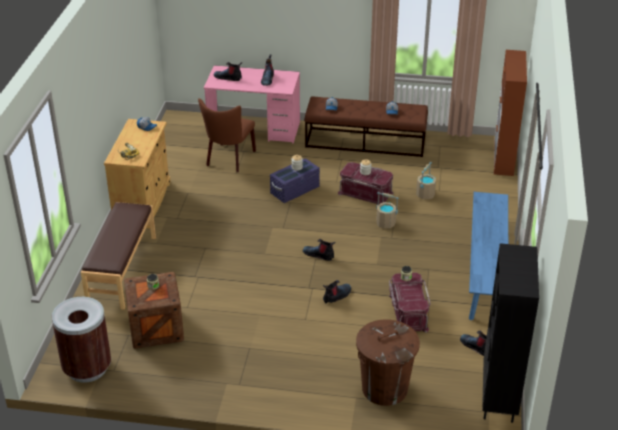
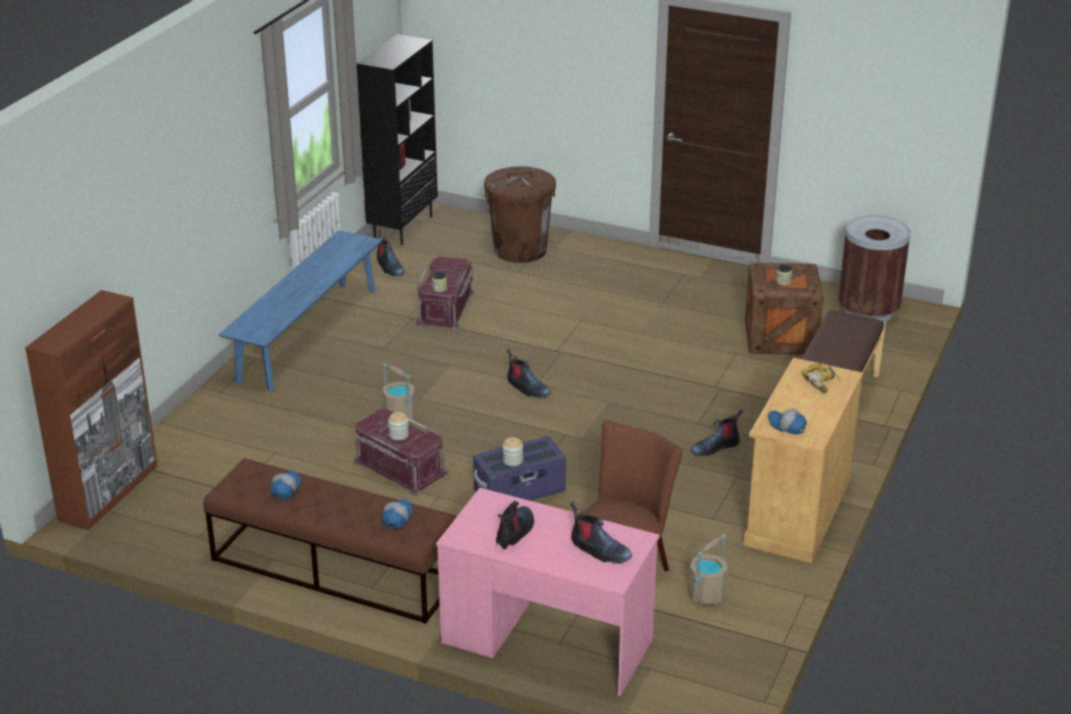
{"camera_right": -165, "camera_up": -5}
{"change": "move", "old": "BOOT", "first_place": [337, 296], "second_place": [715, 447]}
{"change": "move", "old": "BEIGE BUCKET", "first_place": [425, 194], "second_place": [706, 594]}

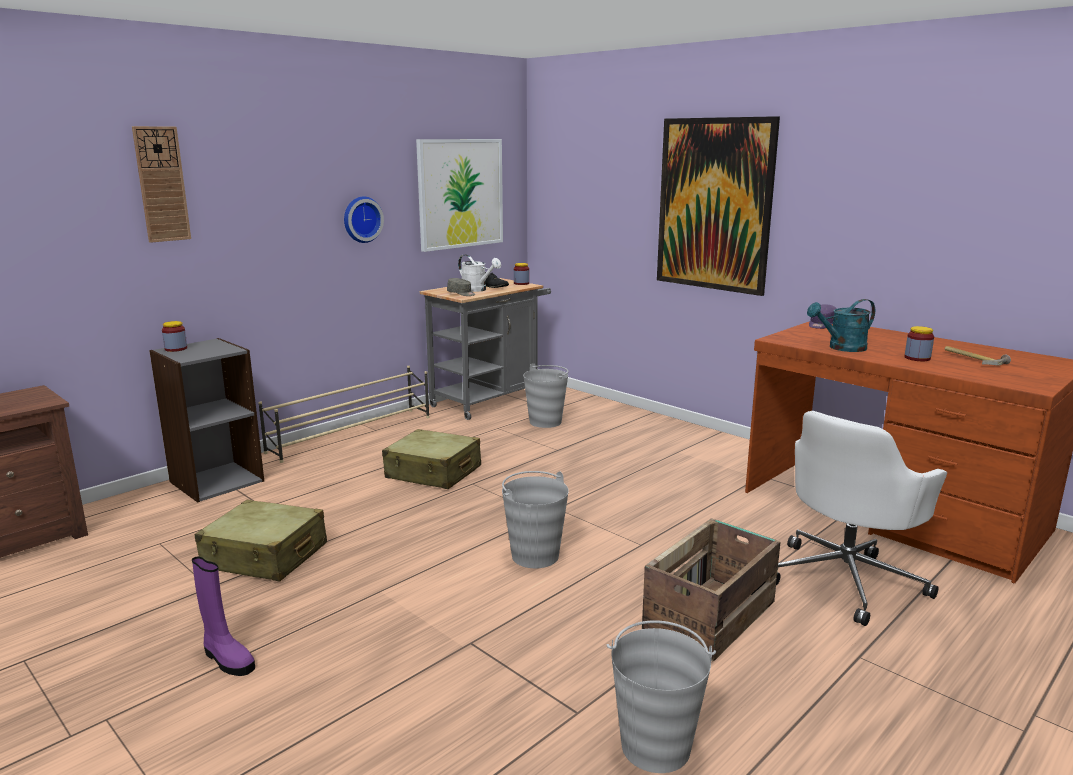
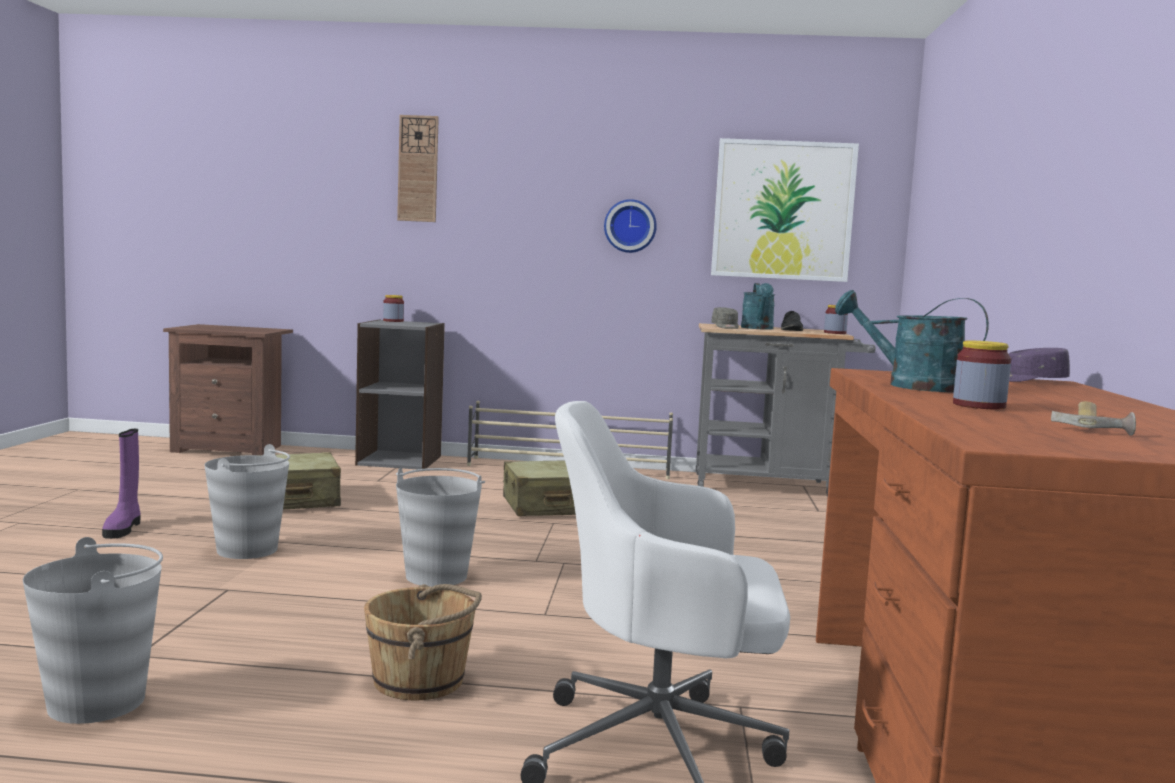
{"camera_right": 50, "camera_up": -10}
{"change": "recolor", "old": "WHITE WATERING CAN", "new": "TURQUOISE WATERING CAN", "first_place": [477, 290], "second_place": [758, 328]}
{"change": "move", "old": "GREY BUCKET", "first_place": [546, 422], "second_place": [247, 550]}
{"change": "replace", "old": "CRATE", "new": "BROWN BUCKET", "first_place": [711, 615], "second_place": [421, 681]}
{"change": "delete", "old": "PICTURE", "first_place": [714, 205]}

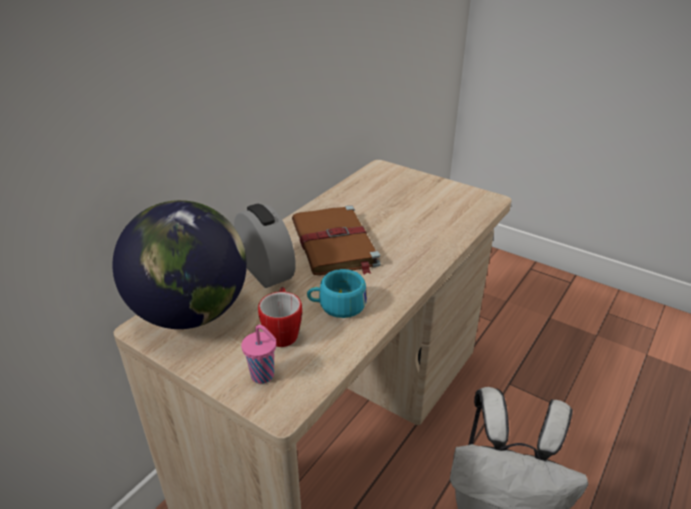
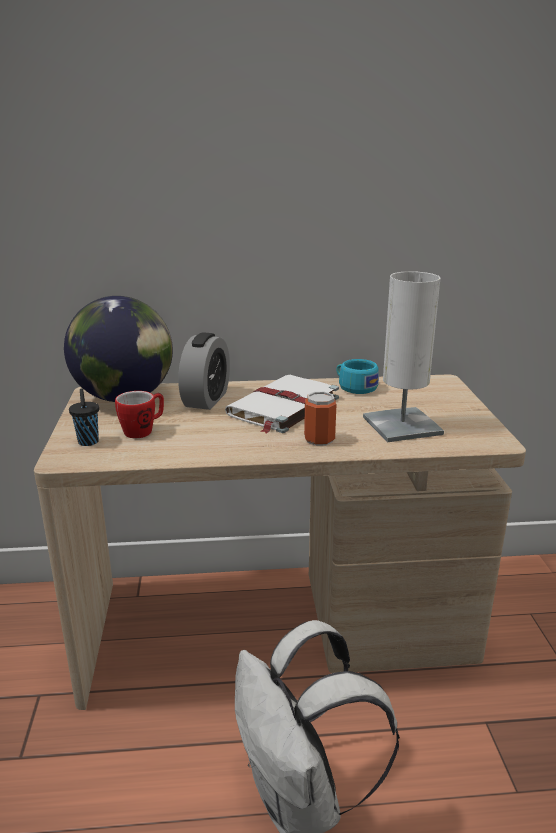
{"camera_right": 50, "camera_up": -10}
{"change": "recolor", "old": "PINK CUP", "new": "BLACK CUP", "first_place": [264, 376], "second_place": [88, 442]}
{"change": "recolor", "old": "BROWN BOOK", "new": "WHITE BOOK", "first_place": [334, 244], "second_place": [283, 407]}
{"change": "move", "old": "TURQUOISE CUP", "first_place": [337, 305], "second_place": [354, 387]}
{"change": "insert", "new": "CAN", "second_place": [319, 439]}
{"change": "insert", "new": "WHITE TABLE LAMP", "second_place": [402, 425]}

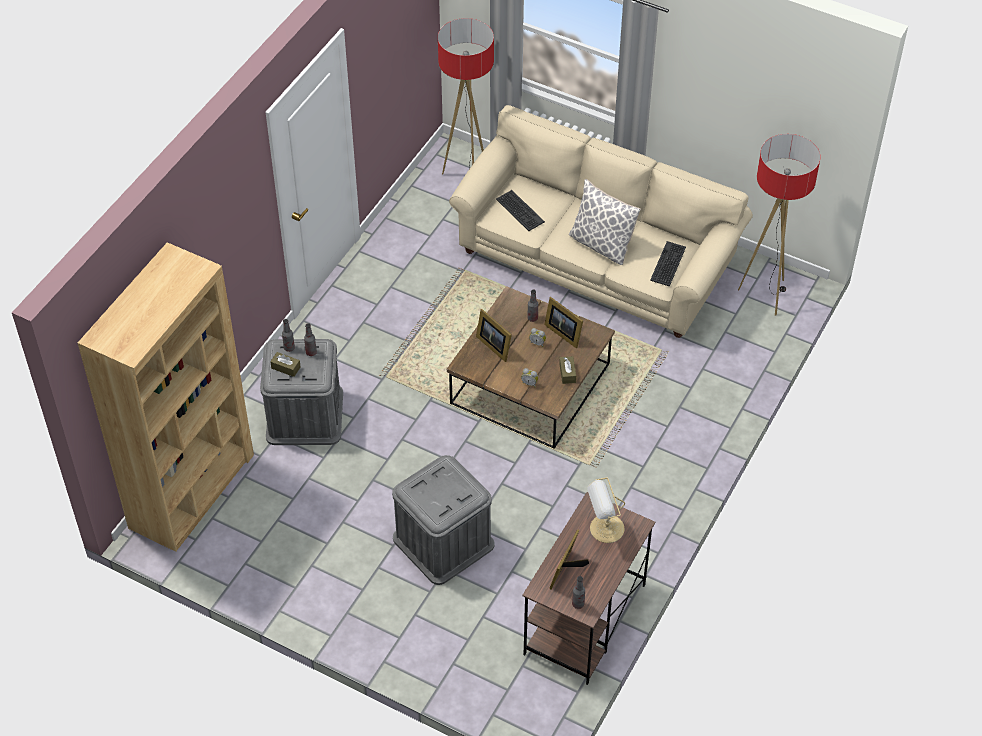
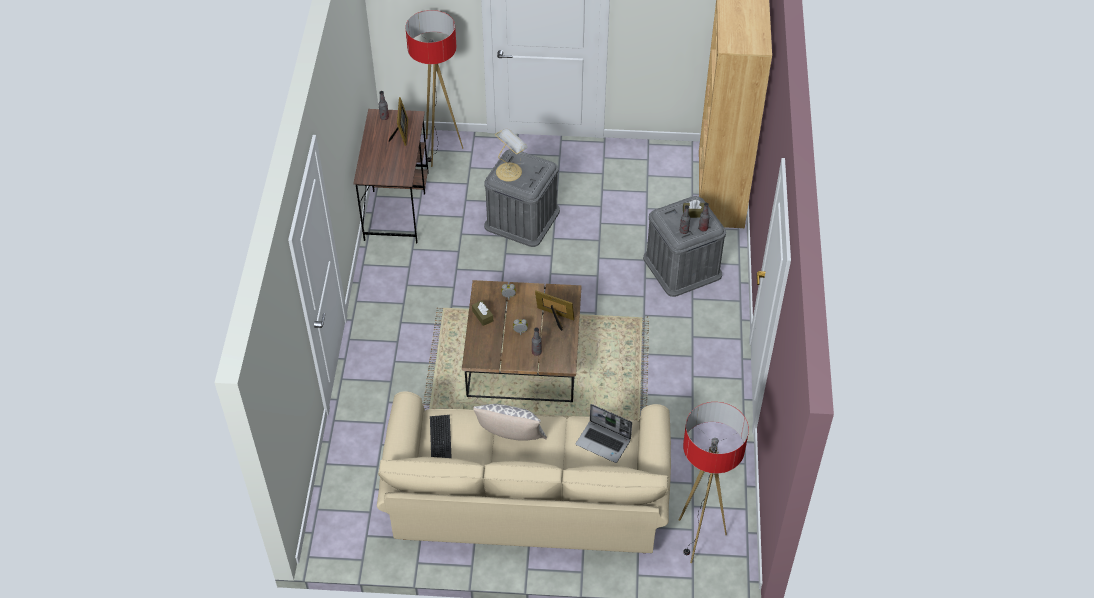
{"camera_right": 155, "camera_up": 0}
{"change": "replace", "old": "KEYBOARD", "new": "LAPTOP", "first_place": [519, 211], "second_place": [604, 442]}
{"change": "delete", "old": "PICTURE FRAME", "first_place": [563, 332]}
{"change": "move", "old": "TABLE LAMP", "first_place": [605, 529], "second_place": [510, 171]}
{"change": "move", "old": "FLOOR LAMP", "first_place": [766, 295], "second_place": [440, 151]}

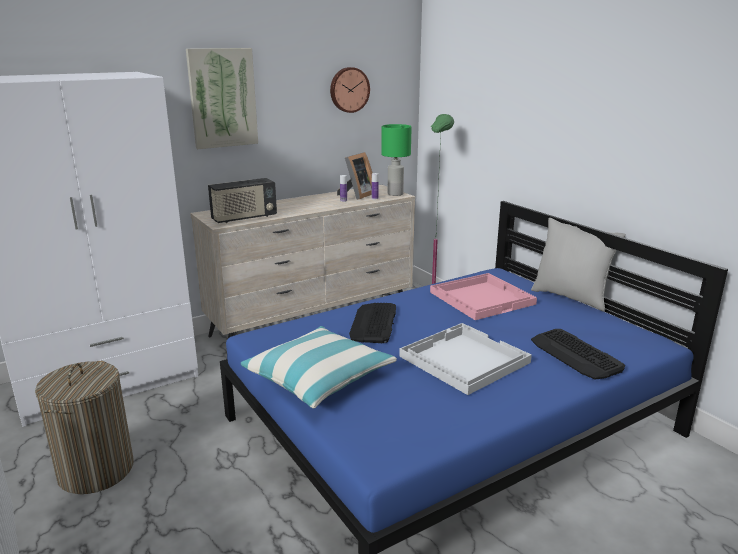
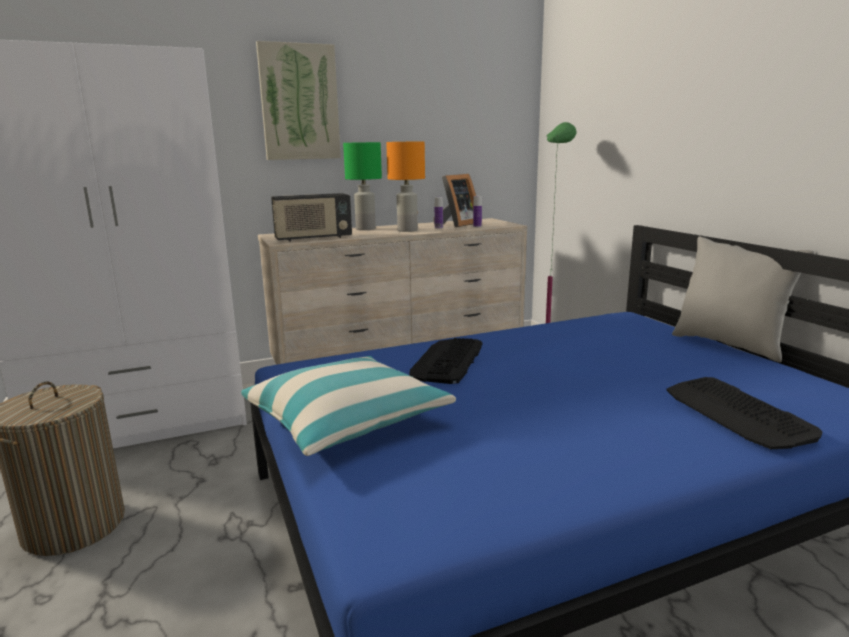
{"camera_right": 10, "camera_up": -5}
{"change": "delete", "old": "WALL CLOCK", "first_place": [349, 90]}
{"change": "move", "old": "GREEN TABLE LAMP", "first_place": [394, 194], "second_place": [365, 229]}
{"change": "delete", "old": "WHITE TRAY", "first_place": [462, 359]}
{"change": "delete", "old": "PINK TRAY", "first_place": [482, 297]}
{"change": "insert", "new": "ORANGE TABLE LAMP", "second_place": [407, 230]}

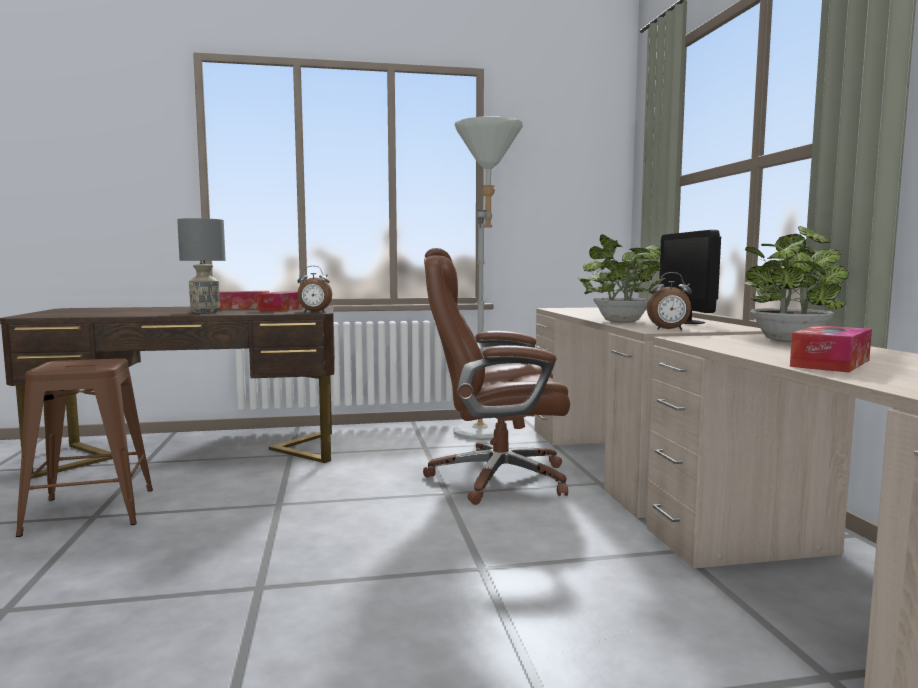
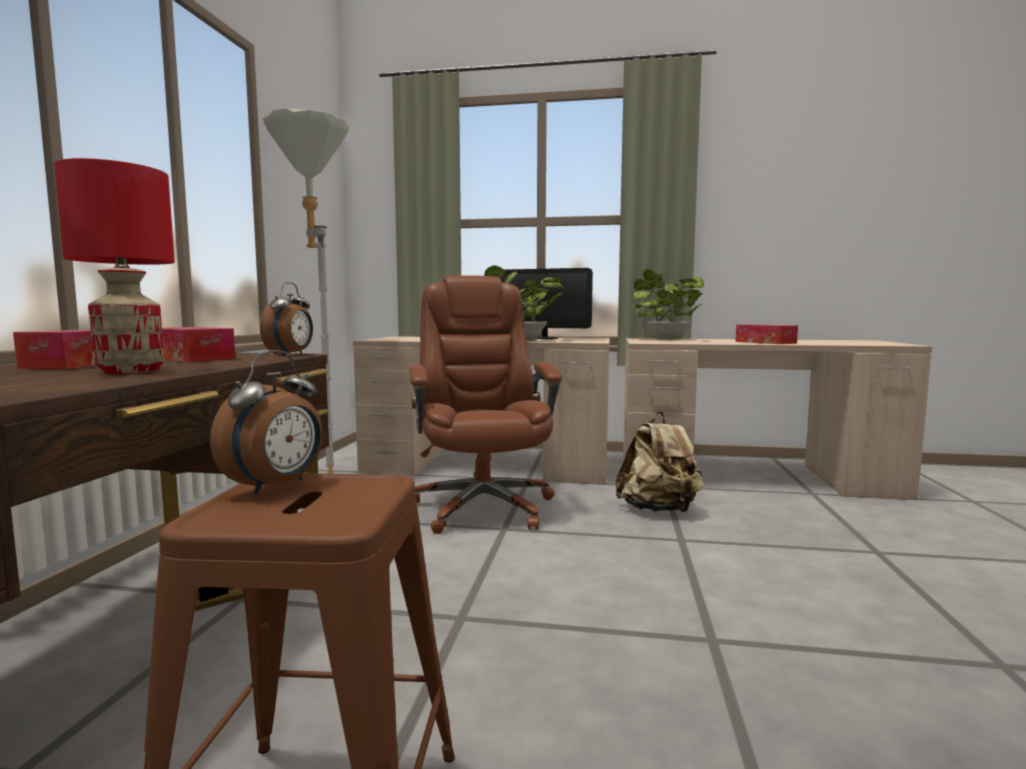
{"camera_right": -70, "camera_up": 0}
{"change": "recolor", "old": "GREY TABLE LAMP", "new": "RED TABLE LAMP", "first_place": [205, 312], "second_place": [130, 371]}
{"change": "rotate", "old": "BROWN OFFICE CHAIR", "first_place": [495, 478], "second_place": [482, 506], "degrees": 150}
{"change": "move", "old": "ALARM CLOCK", "first_place": [669, 329], "second_place": [277, 486]}
{"change": "insert", "new": "BEIGE BACKPACK", "second_place": [658, 510]}

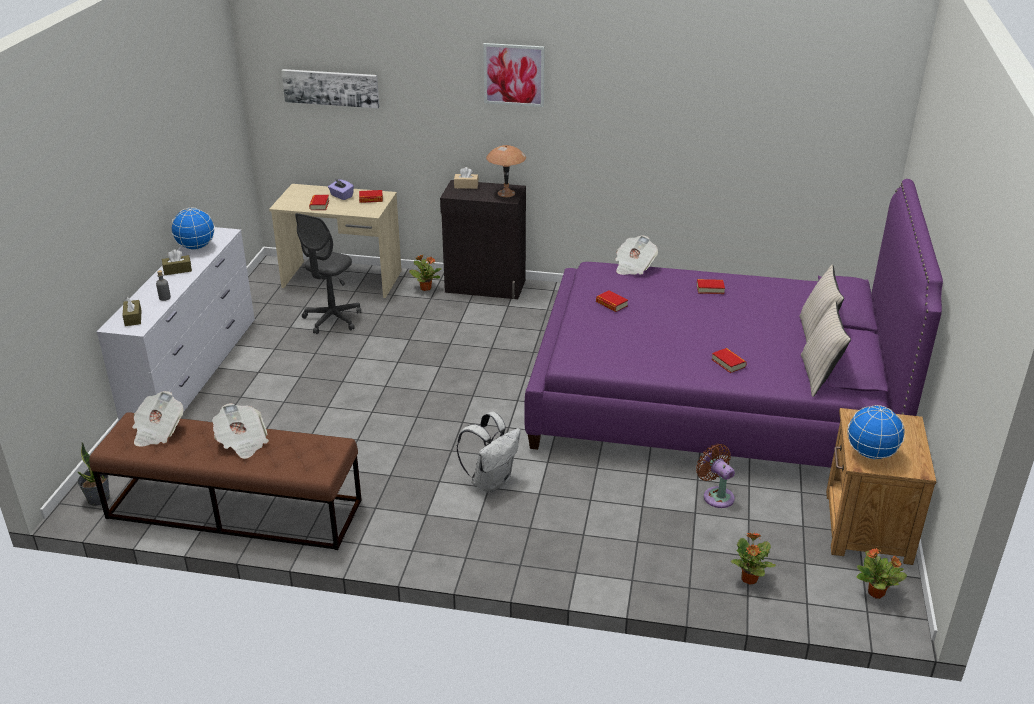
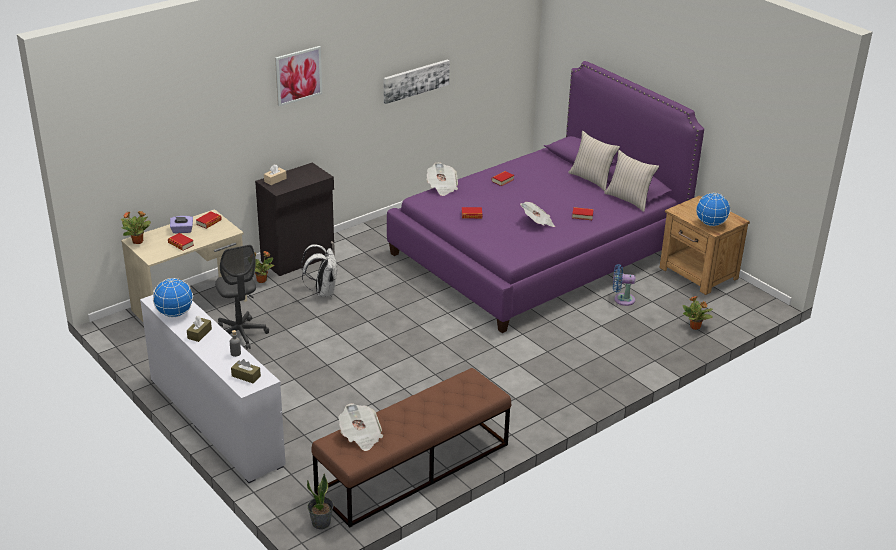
{"camera_right": -50, "camera_up": 0}
{"change": "move", "old": "NEWSPAPER", "first_place": [242, 442], "second_place": [537, 223]}
{"change": "move", "old": "PICTURE", "first_place": [331, 88], "second_place": [415, 80]}
{"change": "move", "old": "WHITE BACKPACK", "first_place": [491, 481], "second_place": [323, 292]}
{"change": "delete", "old": "BROWN TABLE LAMP", "first_place": [506, 193]}
{"change": "recolor", "old": "BROWN FAN", "new": "BLUE FAN", "first_place": [716, 495], "second_place": [622, 299]}
{"change": "move", "old": "POTTED PLANT", "first_place": [876, 593], "second_place": [138, 241]}

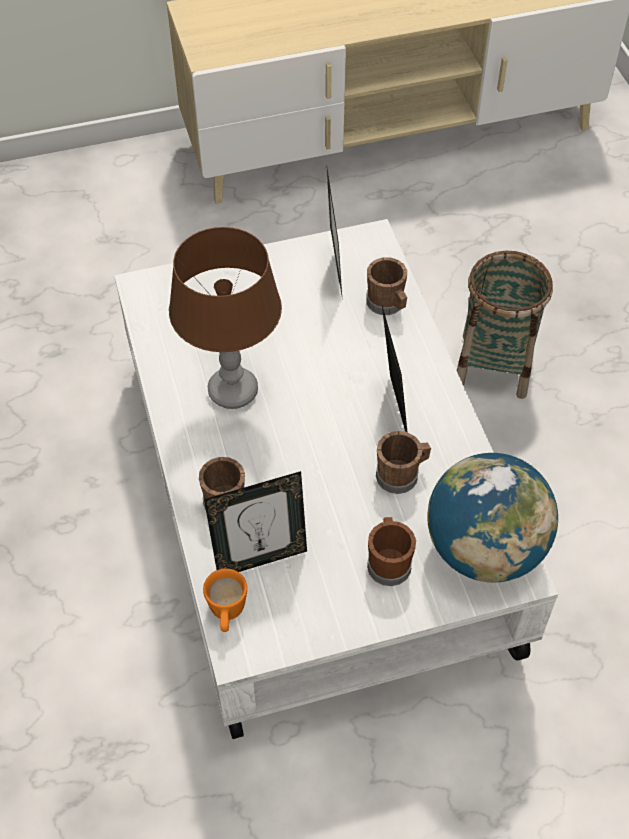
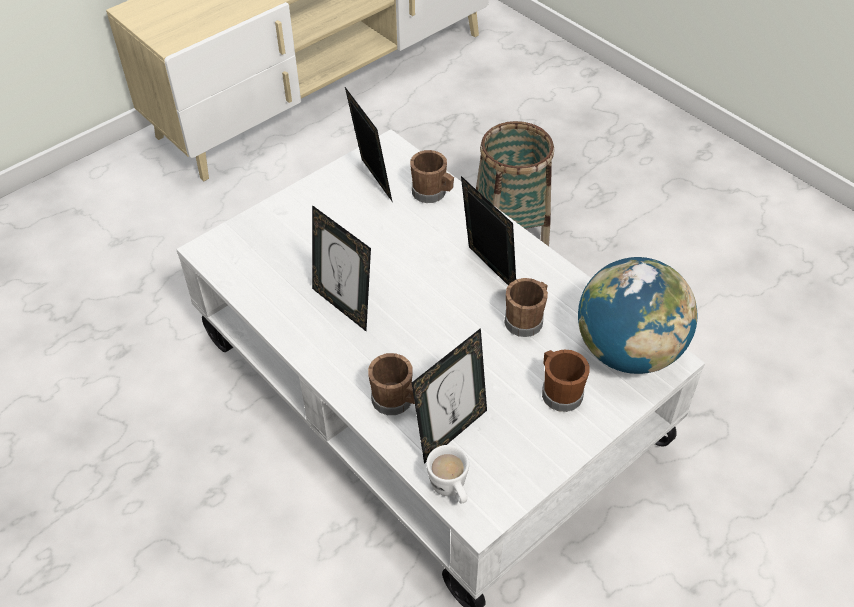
{"camera_right": -25, "camera_up": -5}
{"change": "replace", "old": "BROWN TABLE LAMP", "new": "PICTURE FRAME", "first_place": [233, 391], "second_place": [343, 306]}
{"change": "recolor", "old": "ORANGE MUG", "new": "WHITE MUG", "first_place": [227, 614], "second_place": [450, 490]}

